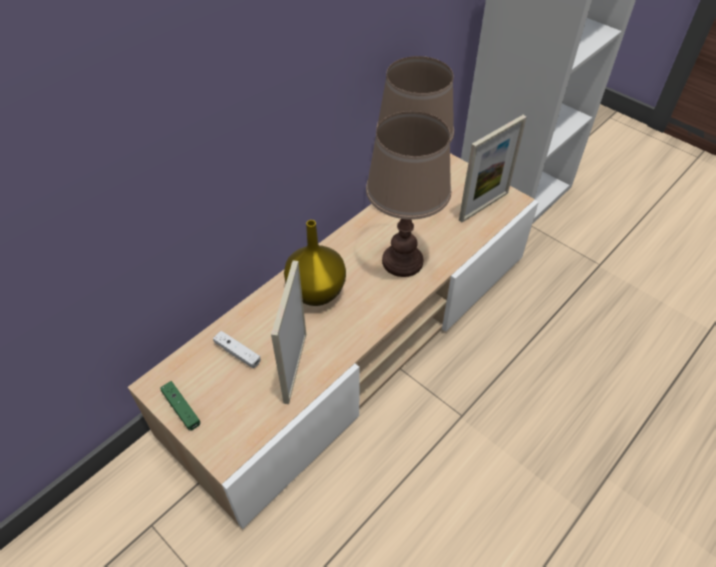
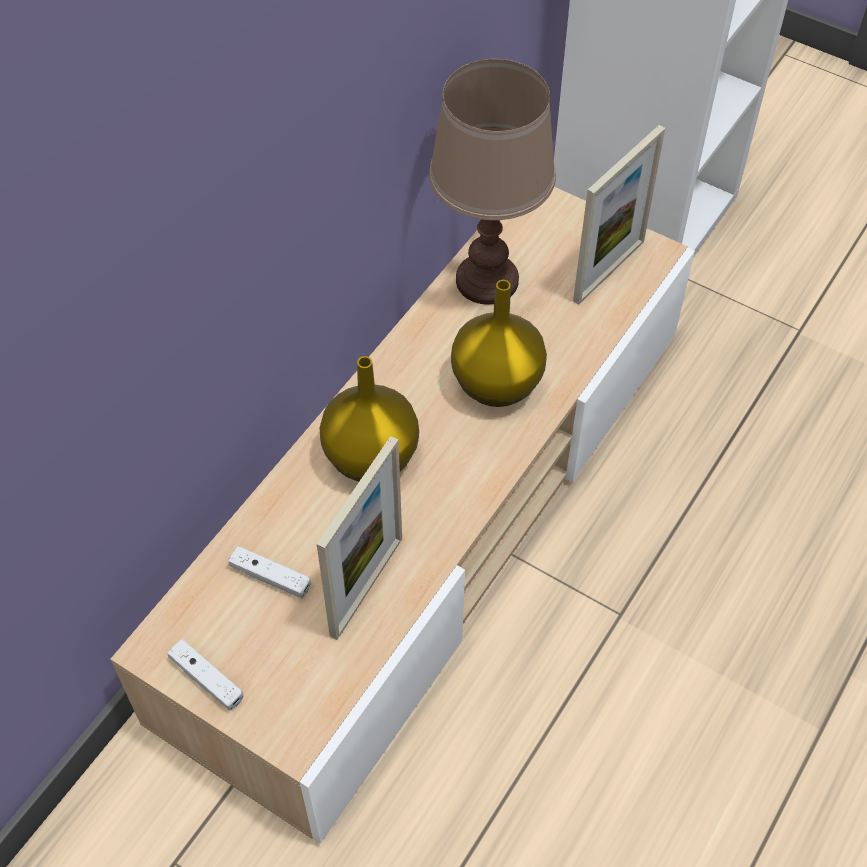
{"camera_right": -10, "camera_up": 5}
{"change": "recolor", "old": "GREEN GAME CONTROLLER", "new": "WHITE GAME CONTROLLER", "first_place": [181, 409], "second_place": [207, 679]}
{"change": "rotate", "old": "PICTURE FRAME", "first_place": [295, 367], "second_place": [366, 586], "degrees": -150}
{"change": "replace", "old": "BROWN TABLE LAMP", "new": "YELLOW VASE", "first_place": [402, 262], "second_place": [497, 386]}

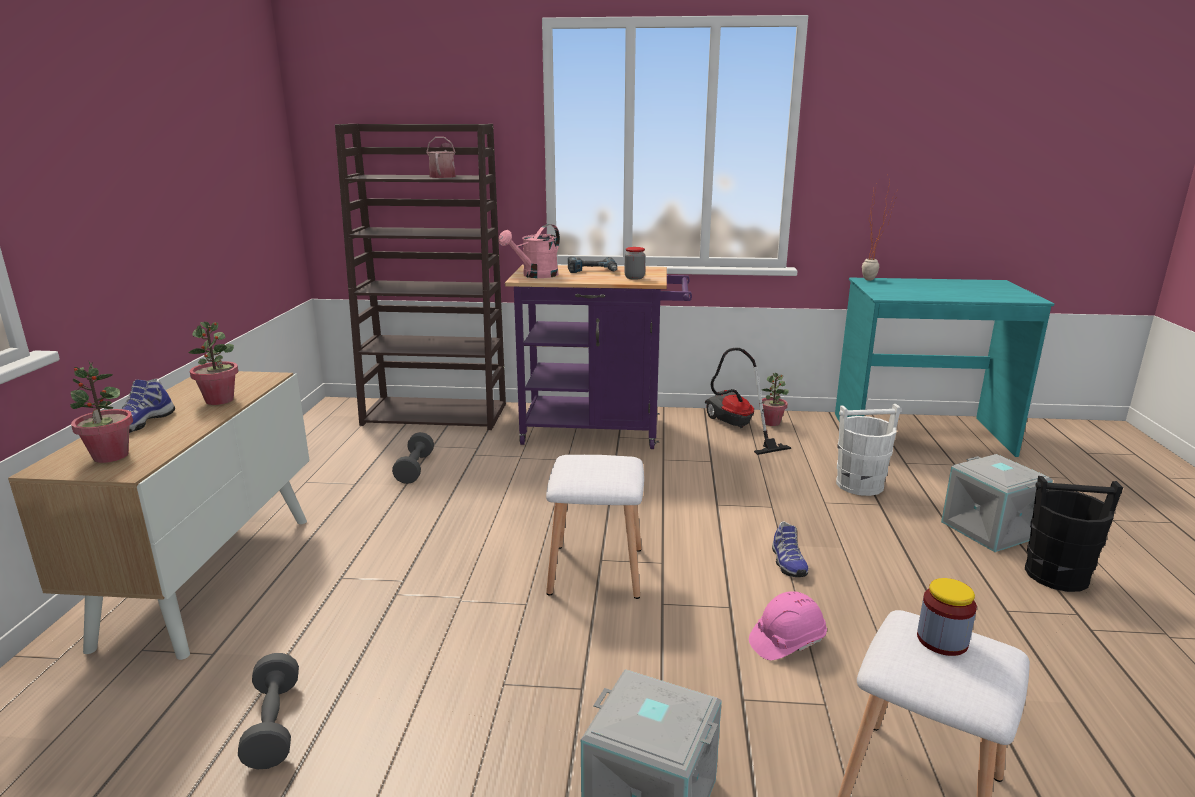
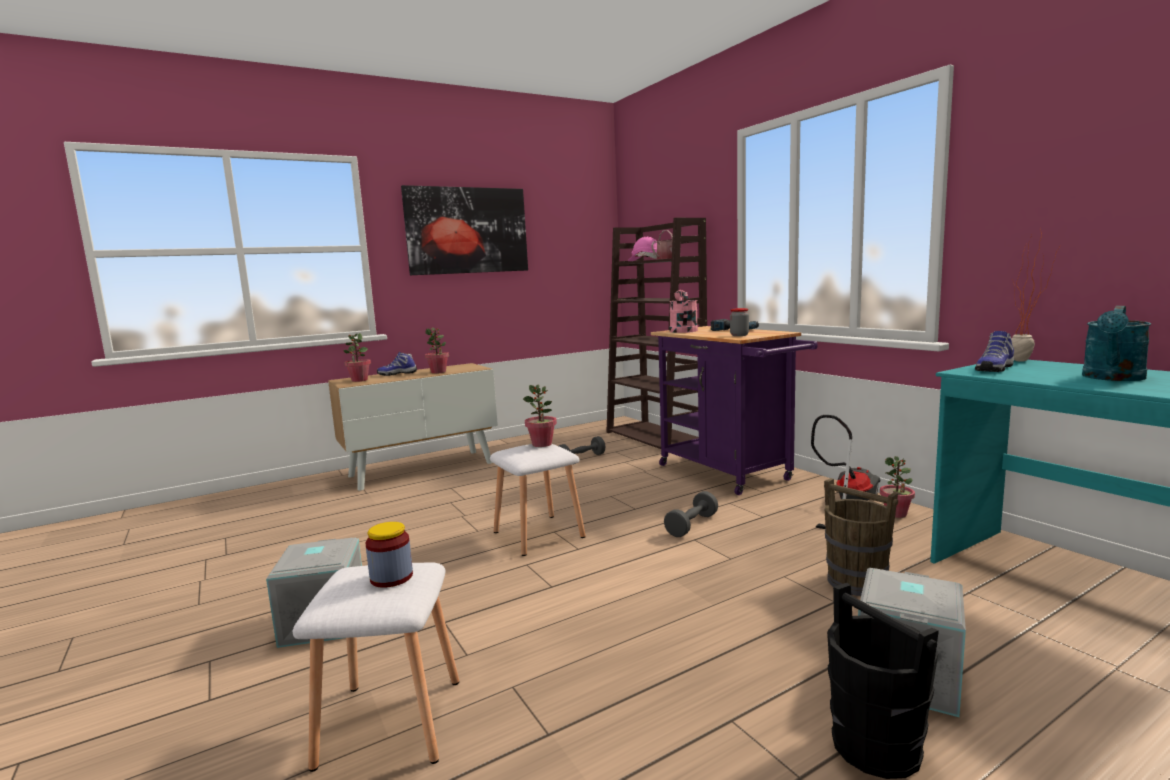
{"camera_right": 55, "camera_up": -10}
{"change": "move", "old": "GREY DUMBBELL", "first_place": [273, 725], "second_place": [692, 525]}
{"change": "rotate", "old": "PINK WATERING CAN", "first_place": [535, 276], "second_place": [682, 330], "degrees": 90}
{"change": "move", "old": "PINK HARD HAT", "first_place": [786, 641], "second_place": [645, 260]}
{"change": "move", "old": "SHOE", "first_place": [787, 563], "second_place": [993, 369]}
{"change": "recolor", "old": "WHITE BUCKET", "new": "BROWN BUCKET", "first_place": [860, 485], "second_place": [856, 582]}
{"change": "insert", "new": "PICTURE", "second_place": [467, 230]}
{"change": "insert", "new": "POTTED PLANT", "second_place": [542, 444]}
{"change": "insert", "new": "TURQUOISE WATERING CAN", "second_place": [1112, 378]}

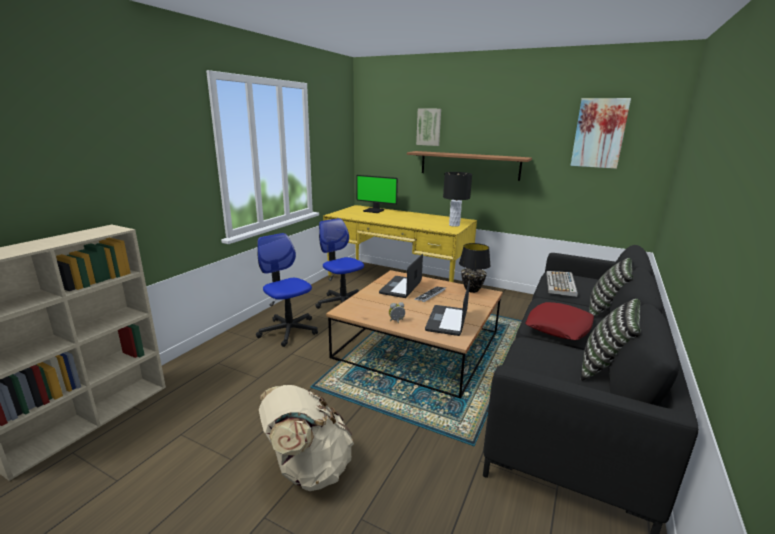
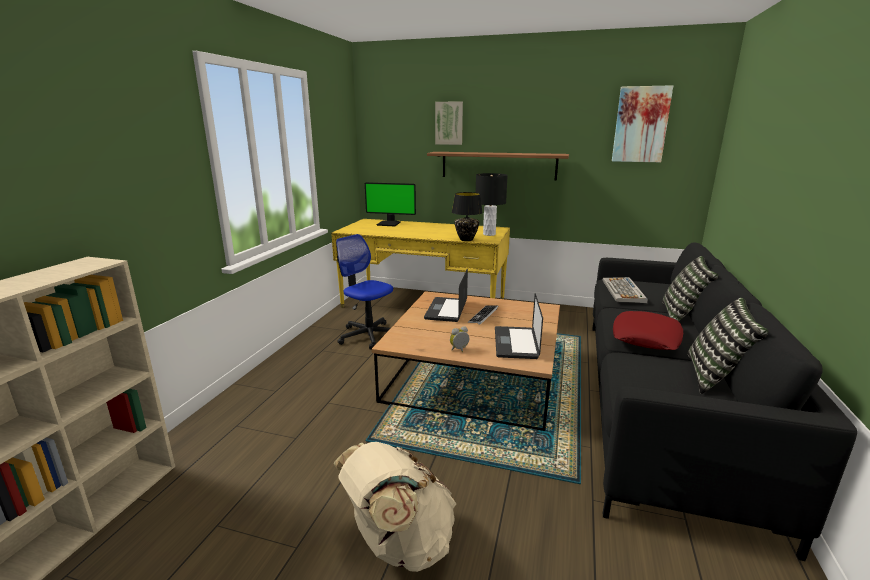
{"camera_right": -10, "camera_up": 0}
{"change": "delete", "old": "OFFICE CHAIR", "first_place": [288, 331]}
{"change": "move", "old": "BLACK TABLE LAMP", "first_place": [472, 290], "second_place": [466, 239]}

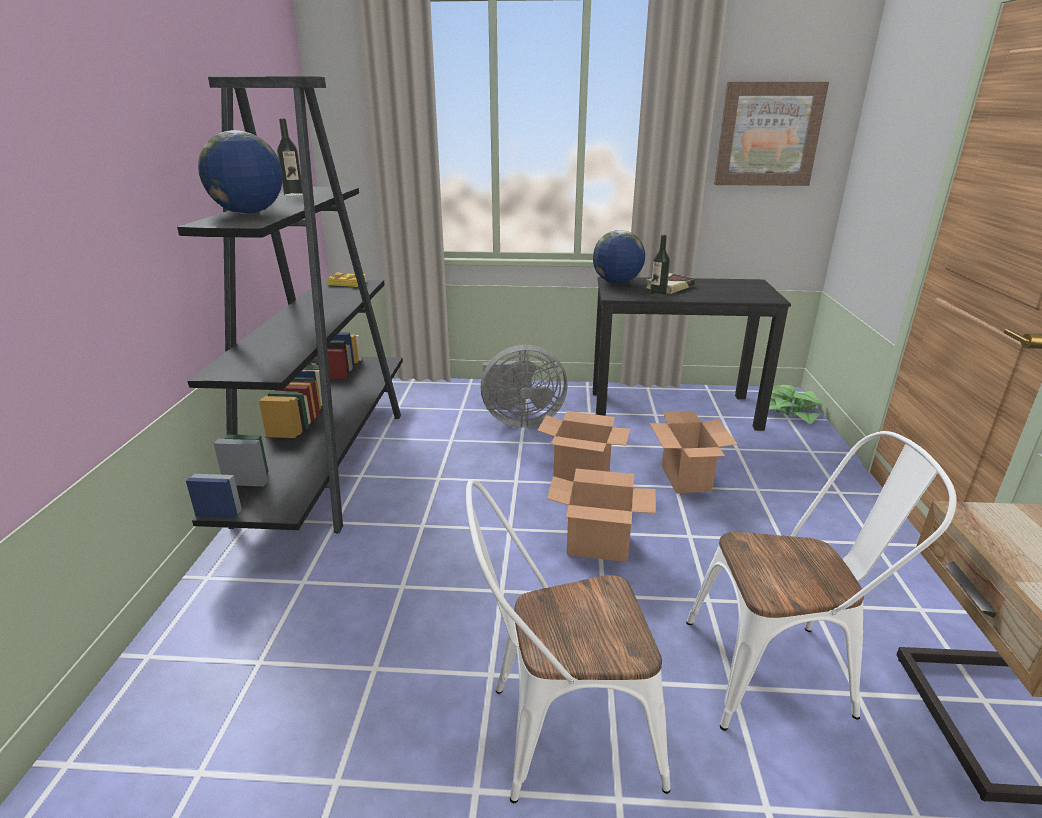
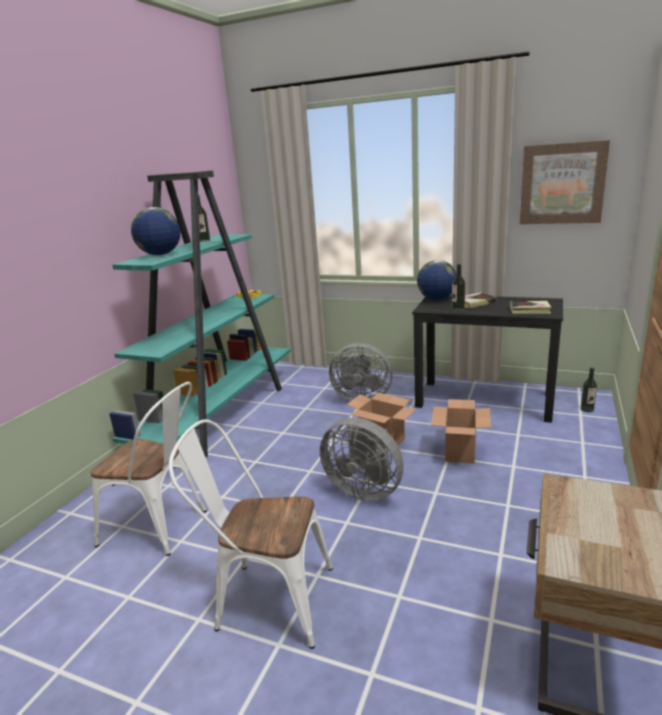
{"camera_right": 20, "camera_up": -5}
{"change": "recolor", "old": "BLACK BOOKCASE", "new": "TURQUOISE BOOKCASE", "first_place": [328, 461], "second_place": [220, 415]}
{"change": "replace", "old": "CARDBOARD BOX", "new": "GREY FAN", "first_place": [599, 545], "second_place": [364, 489]}
{"change": "move", "old": "WHITE CHAIR", "first_place": [782, 670], "second_place": [161, 527]}
{"change": "replace", "old": "POTTED PLANT", "new": "BOTTLE", "first_place": [790, 411], "second_place": [587, 409]}
{"change": "insert", "new": "BOOK", "second_place": [530, 310]}

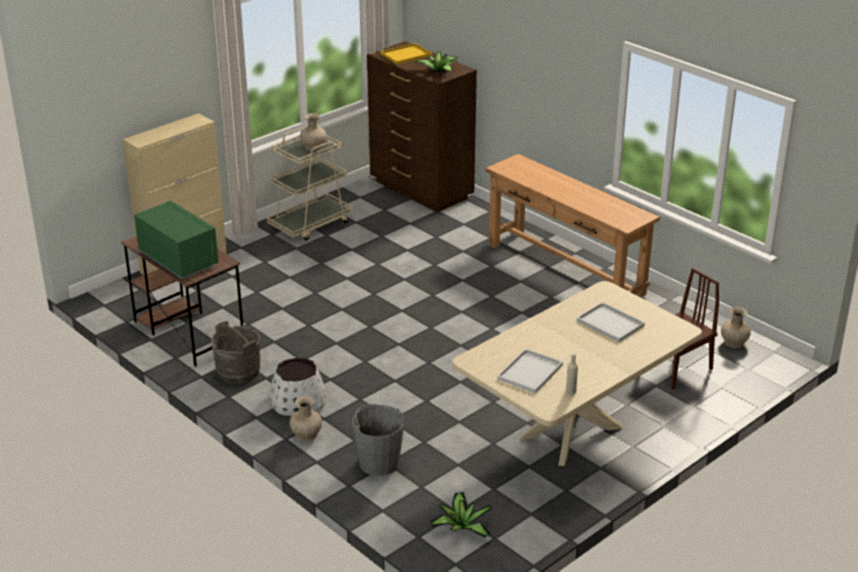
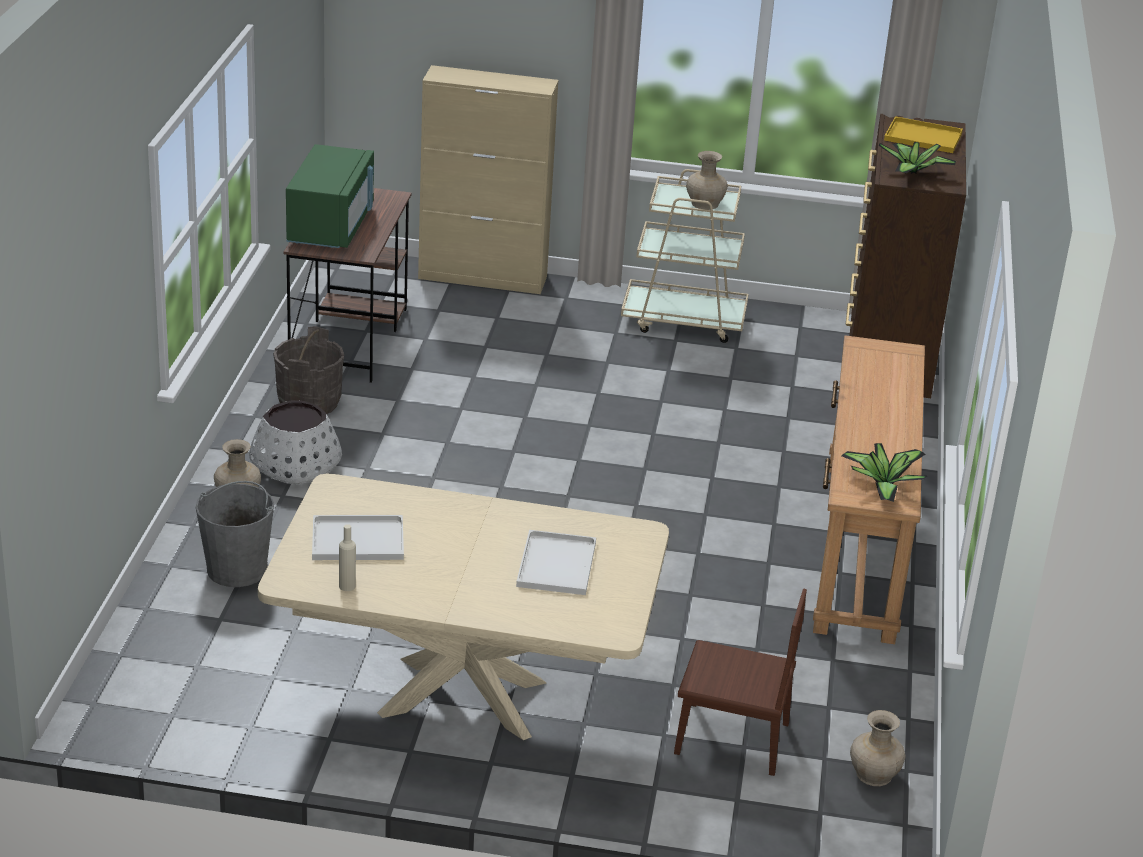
{"camera_right": 50, "camera_up": 0}
{"change": "move", "old": "POTTED PLANT", "first_place": [461, 527], "second_place": [883, 485]}

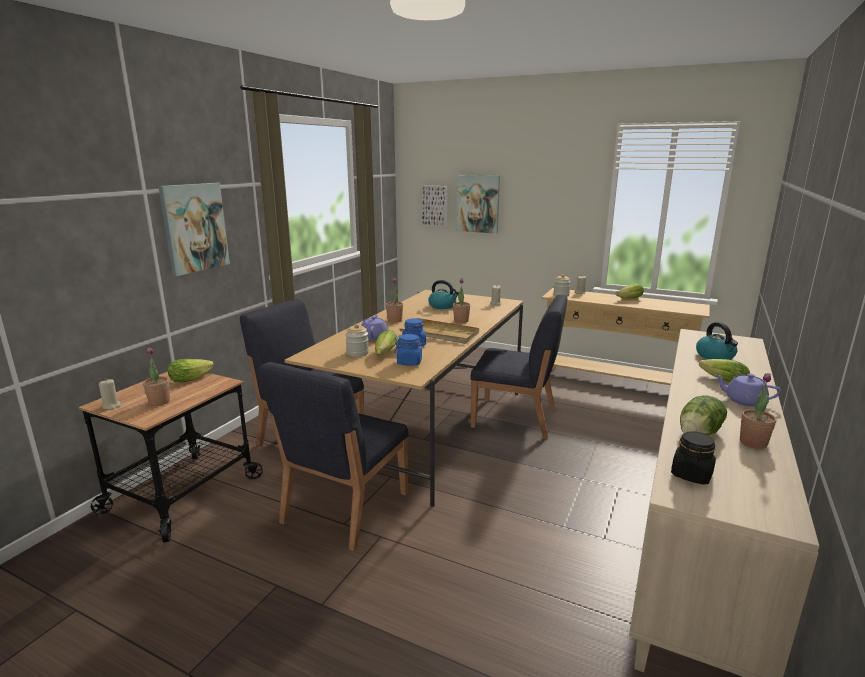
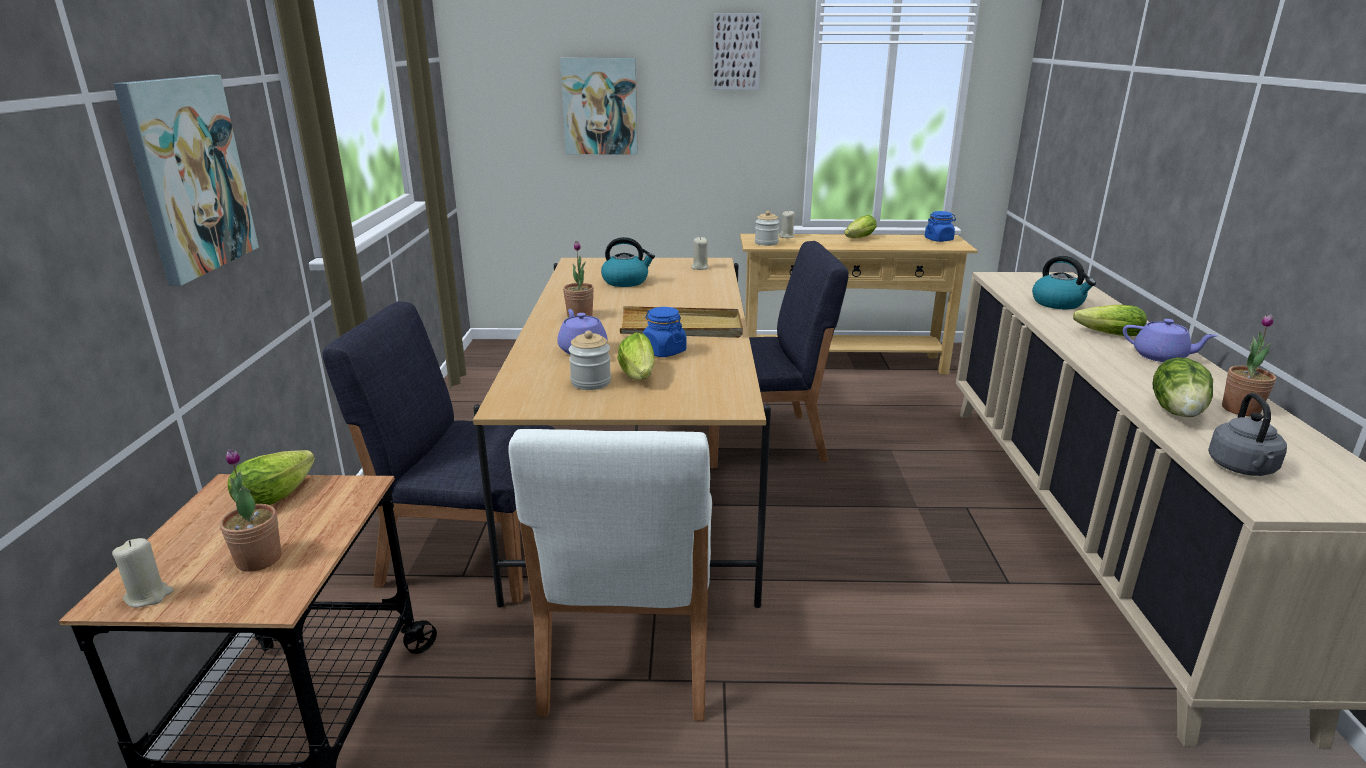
{"camera_right": -25, "camera_up": 5}
{"change": "recolor", "old": "BLUE CHAIR", "new": "WHITE CHAIR", "first_place": [344, 508], "second_place": [627, 653]}
{"change": "move", "old": "BLUE JAR", "first_place": [409, 362], "second_place": [938, 239]}
{"change": "move", "old": "PICTURE", "first_place": [435, 206], "second_place": [736, 52]}
{"change": "delete", "old": "POTTED PLANT", "first_place": [461, 321]}
{"change": "replace", "old": "BLACK JAR", "new": "GREY KETTLE", "first_place": [691, 474], "second_place": [1242, 468]}
{"change": "rotate", "old": "PURPLE TEAPOT", "first_place": [743, 401], "second_place": [1161, 357], "degrees": -150}

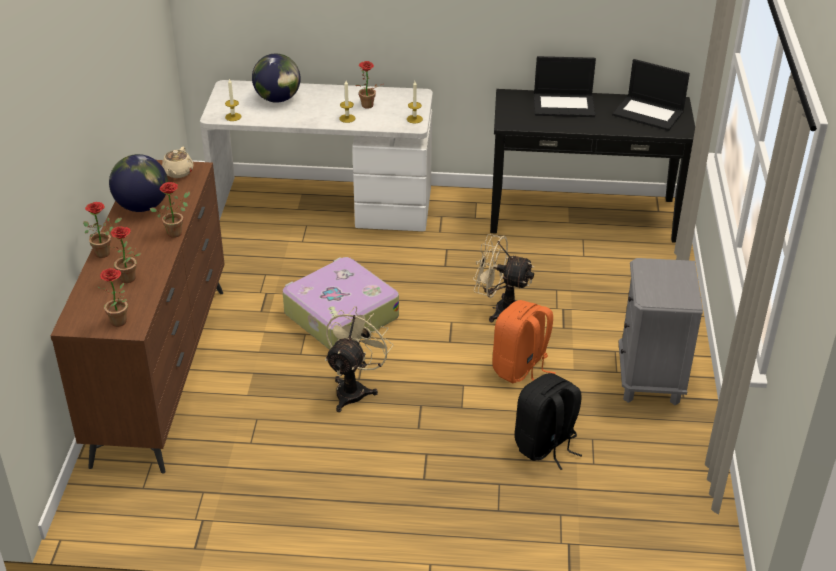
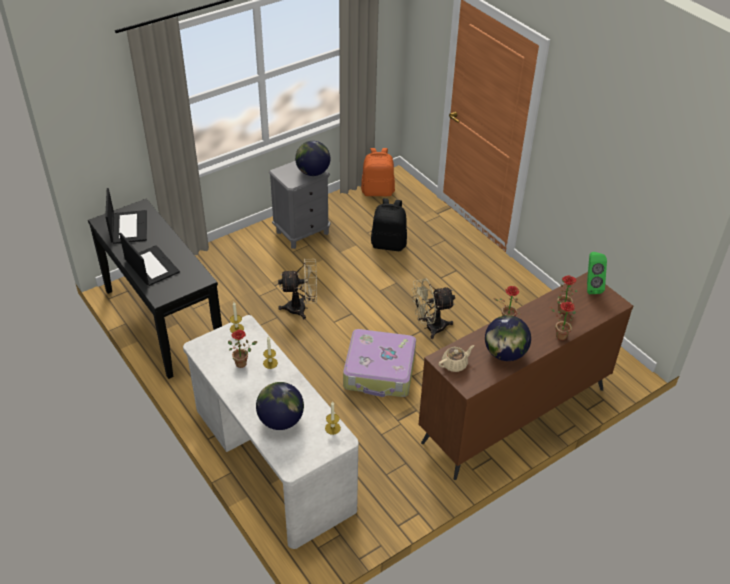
{"camera_right": -130, "camera_up": 5}
{"change": "replace", "old": "POTTED PLANT", "new": "GREEN SPEAKER", "first_place": [121, 322], "second_place": [590, 287]}
{"change": "rotate", "old": "BEIGE FAN", "first_place": [500, 310], "second_place": [302, 308], "degrees": -75}
{"change": "move", "old": "ORANGE BACKPACK", "first_place": [521, 369], "second_place": [378, 191]}
{"change": "insert", "new": "GLOBE", "second_place": [313, 172]}

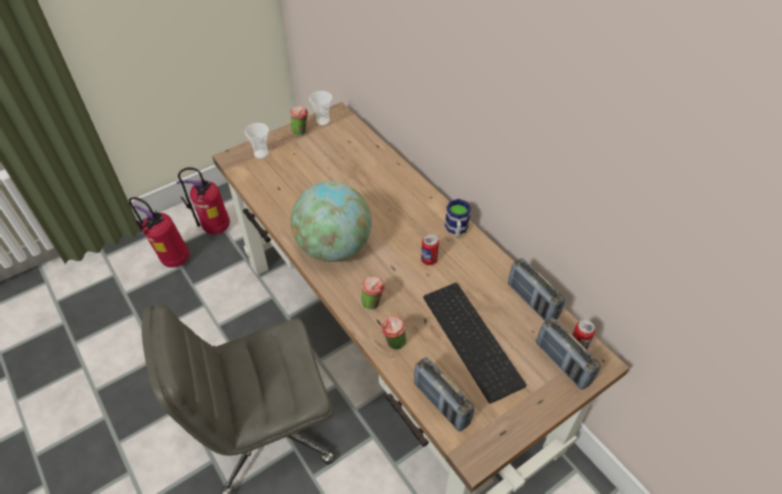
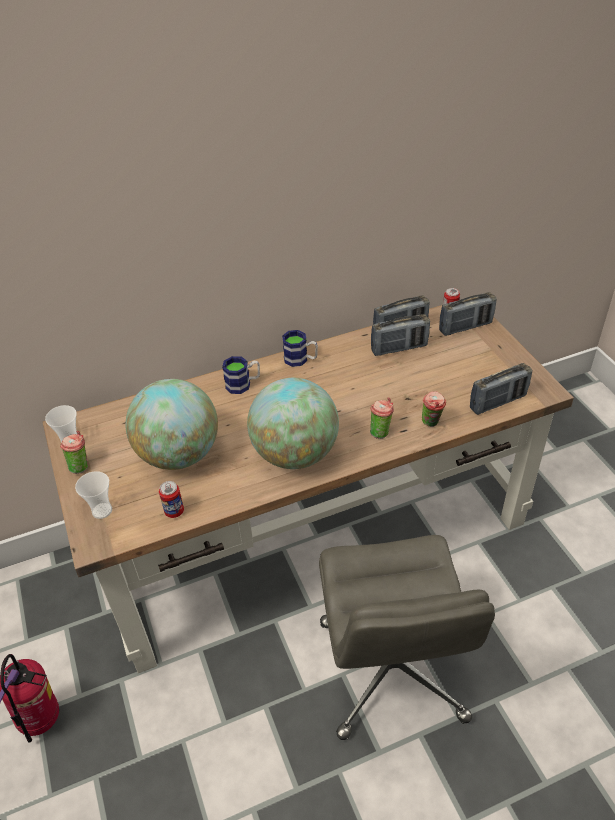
{"camera_right": -75, "camera_up": -5}
{"change": "delete", "old": "FIRE EXTINGUISHER", "first_place": [173, 261]}
{"change": "move", "old": "CAN", "first_place": [429, 260], "second_place": [174, 511]}
{"change": "delete", "old": "KEYBOARD", "first_place": [474, 339]}
{"change": "insert", "new": "GLOBE", "second_place": [179, 455]}
{"change": "insert", "new": "MUG", "second_place": [243, 384]}
{"change": "insert", "new": "RADIO", "second_place": [399, 348]}

